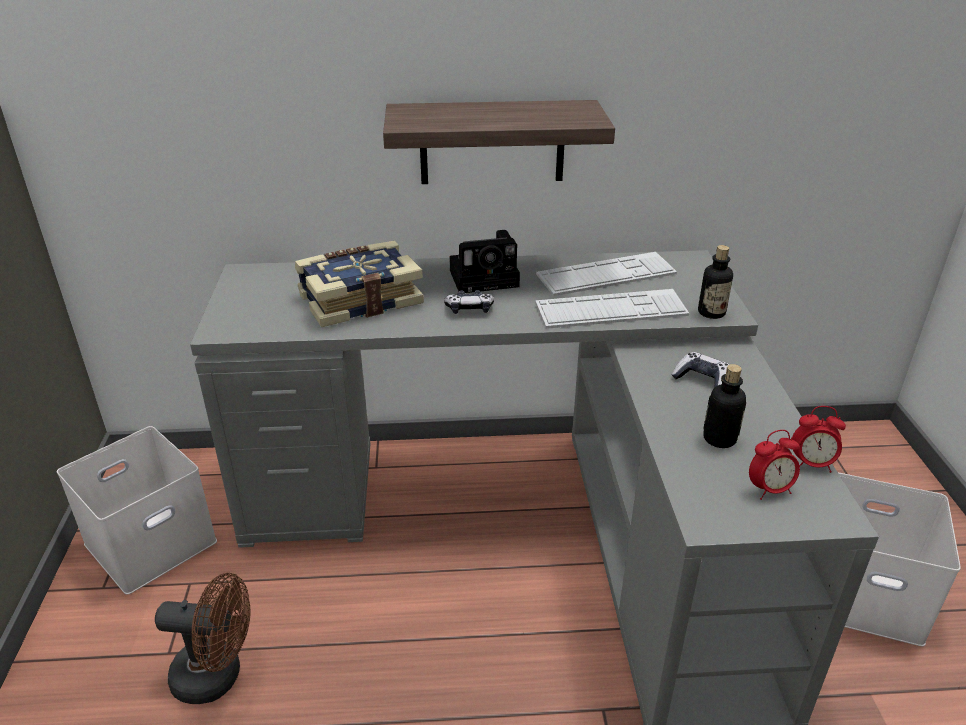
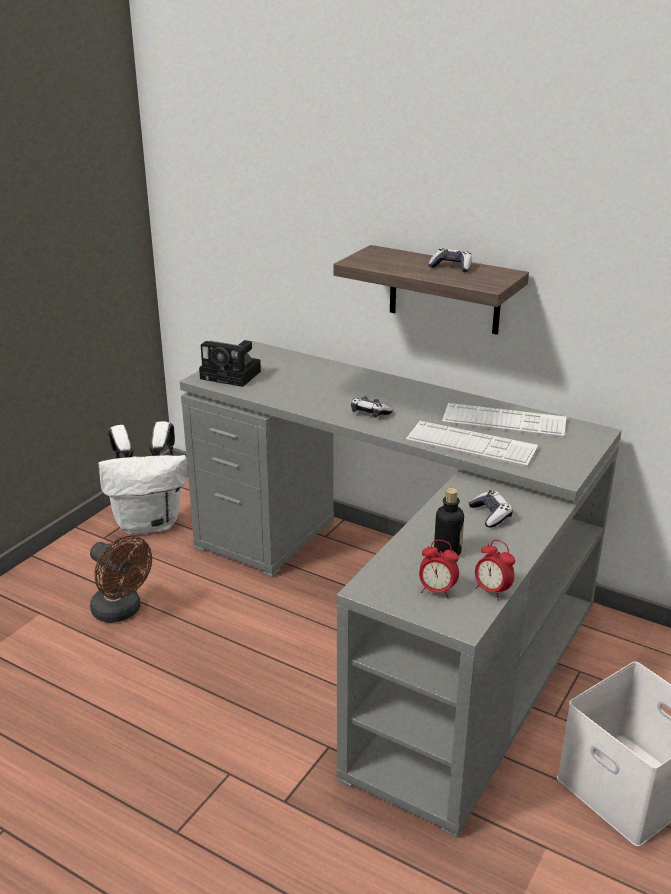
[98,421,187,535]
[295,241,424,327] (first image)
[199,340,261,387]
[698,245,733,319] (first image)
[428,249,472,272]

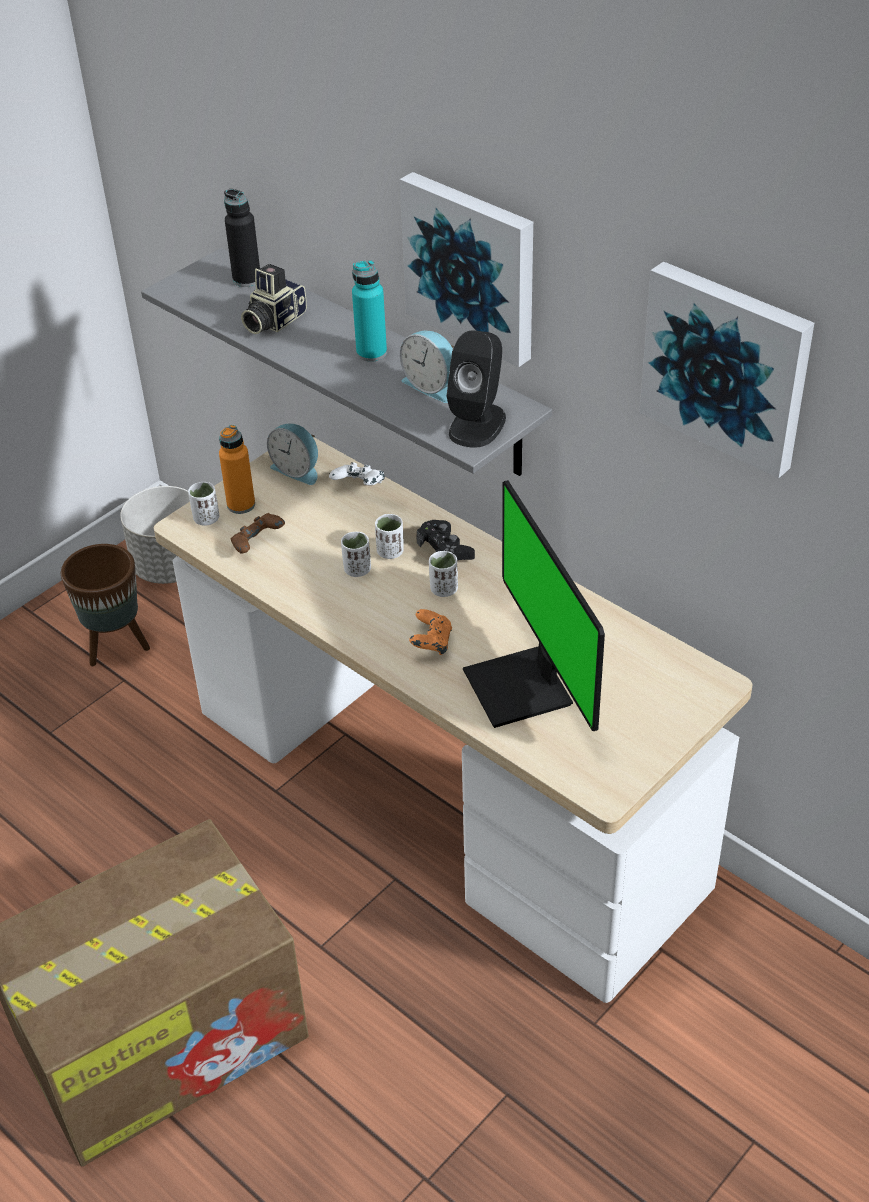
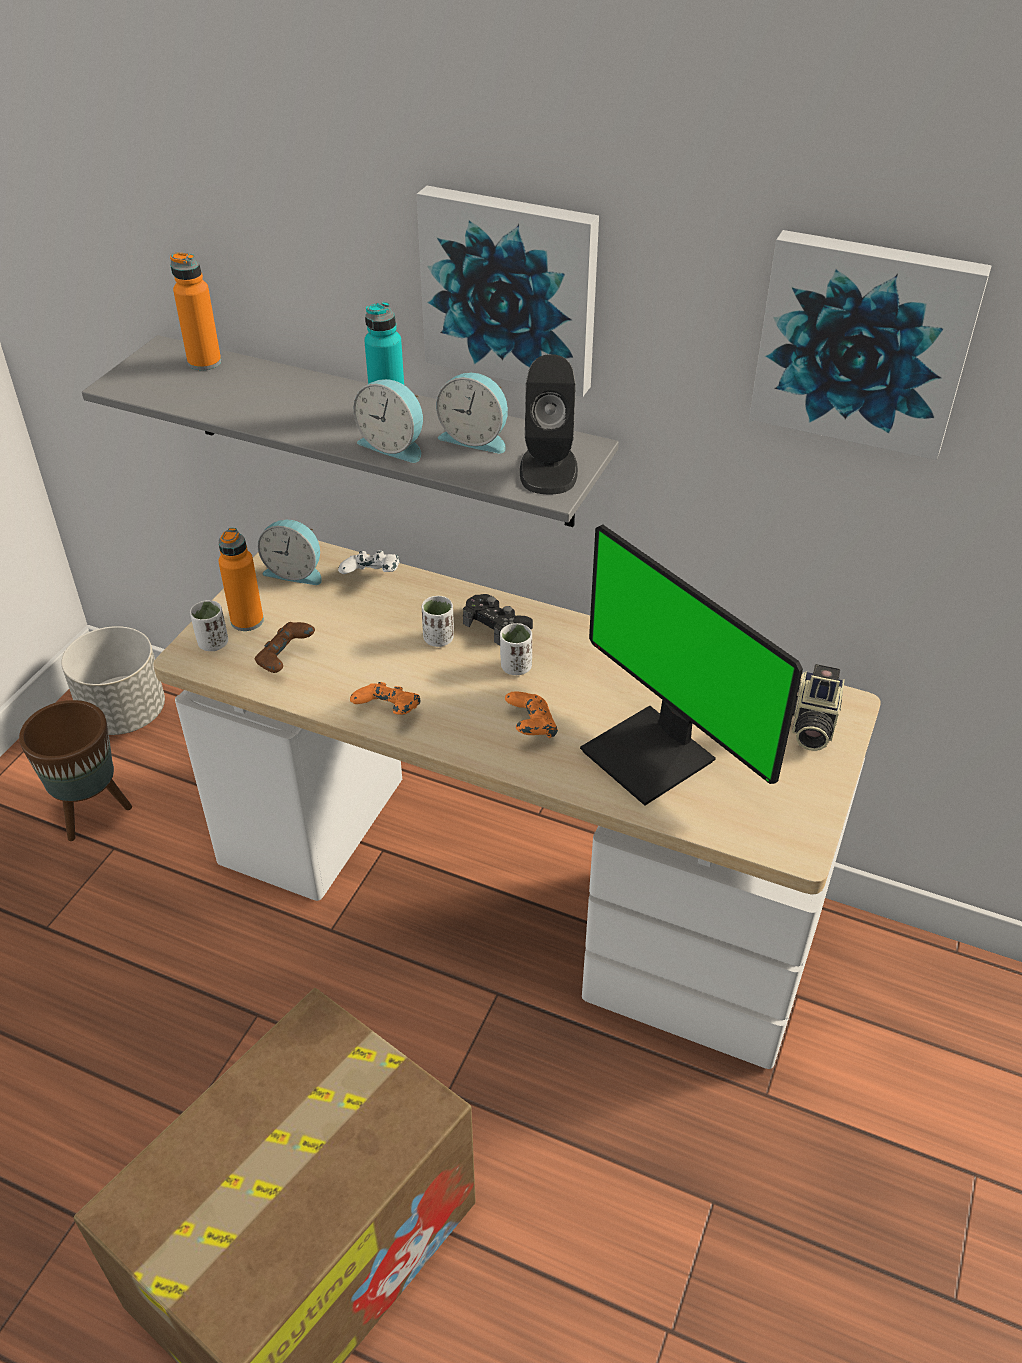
[170,253,221,370]
[792,664,845,751]
[341,532,371,577] (first image)
[350,682,420,715]
[353,379,423,463]

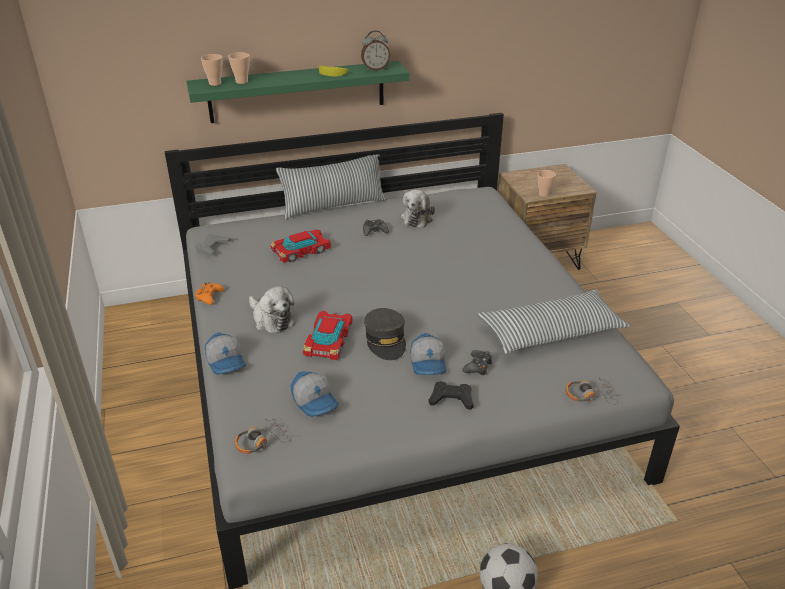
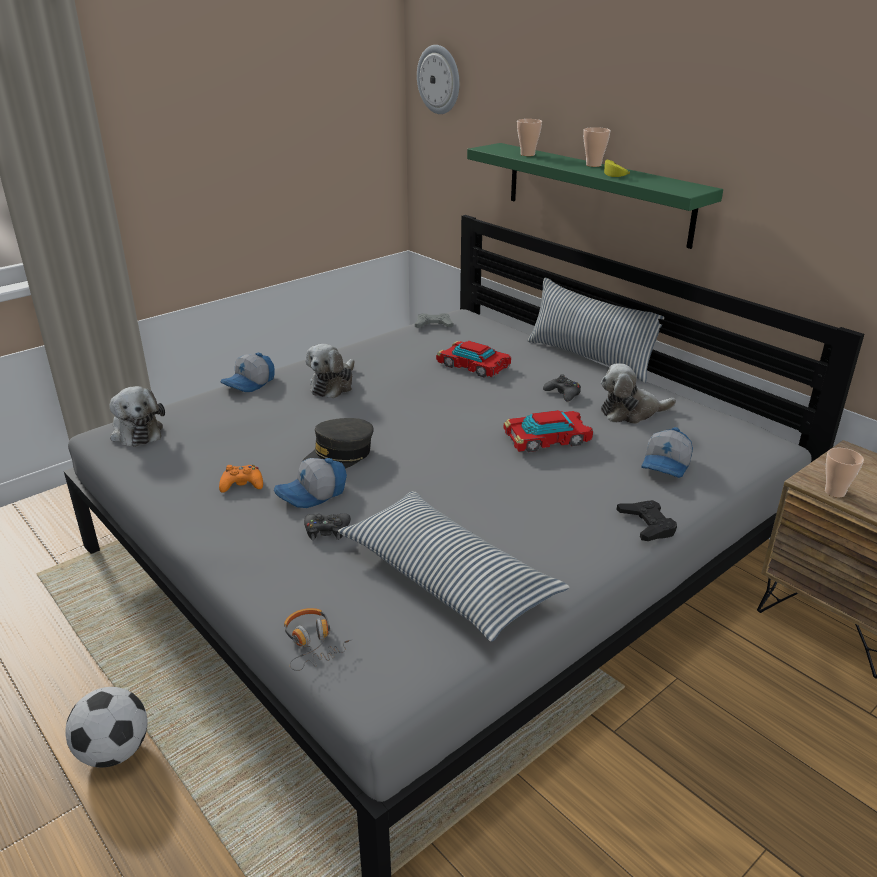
[219,465,263,493]
[583,127,611,167]
[109,386,165,447]
[641,427,693,478]
[504,410,593,452]
[361,30,390,71] (first image)
[617,500,677,541]
[417,45,460,114]

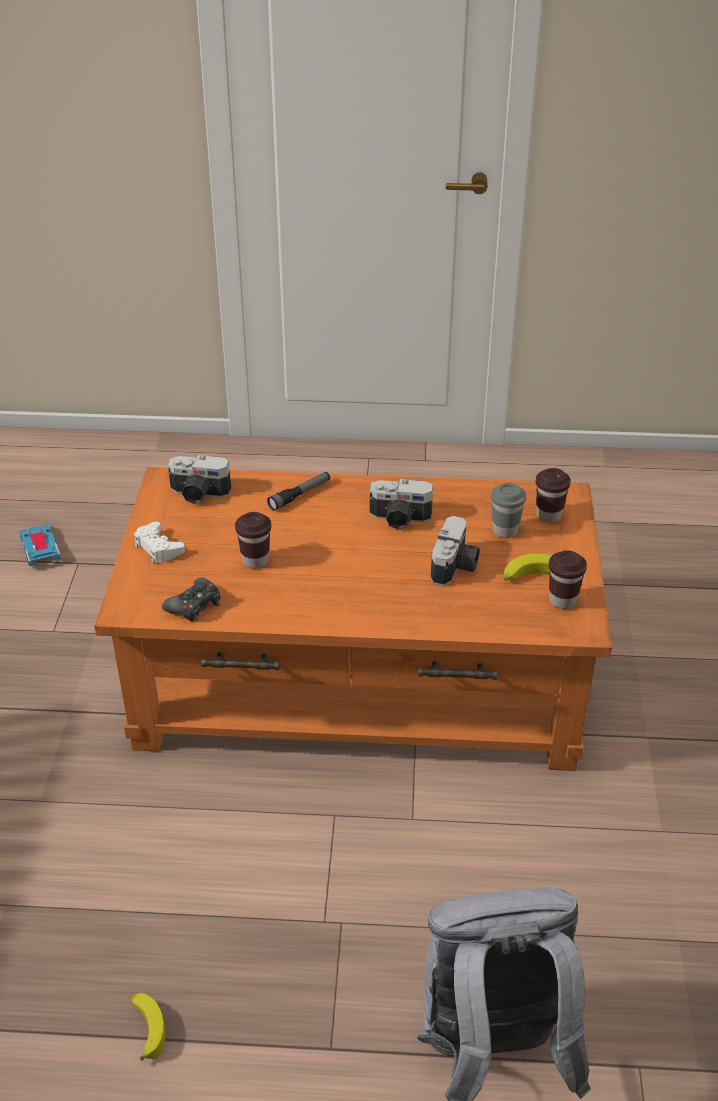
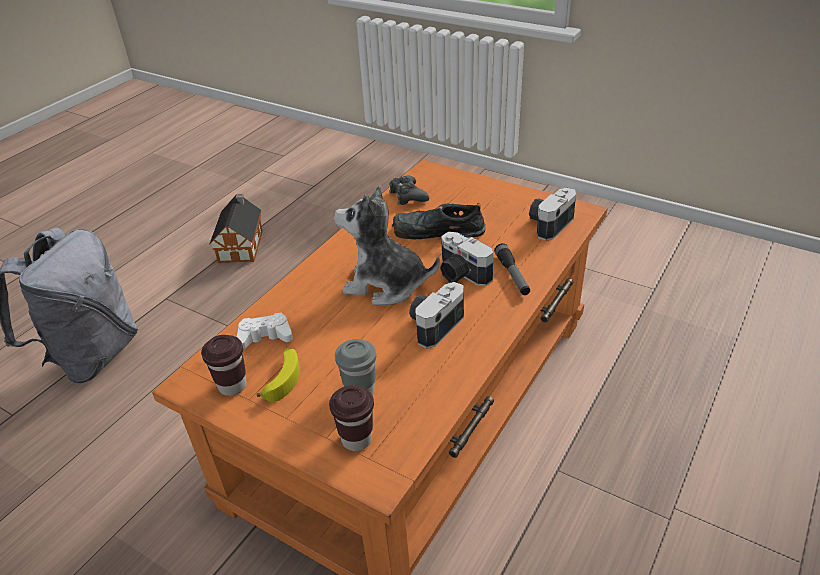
[19,524,61,566] (first image)
[209,194,262,263]
[237,313,293,350]
[392,203,486,239]
[440,232,493,286]
[334,186,440,305]

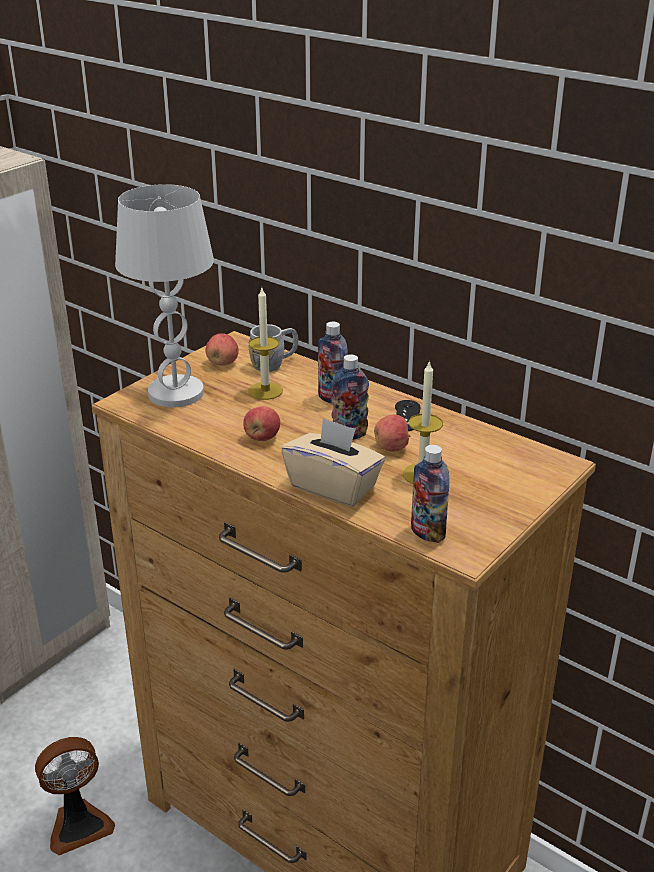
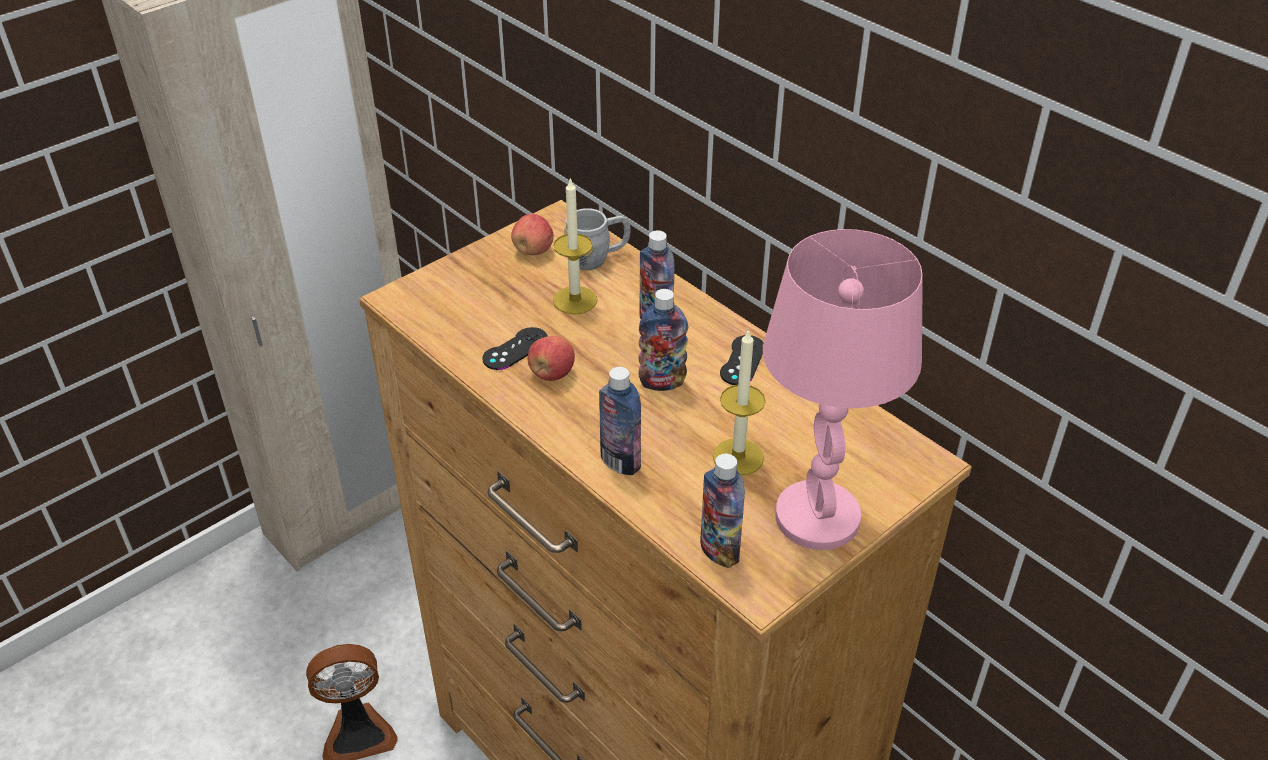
[115,184,214,408] (first image)
[599,367,641,475]
[374,415,411,452] (first image)
[482,327,548,370]
[763,229,923,550]

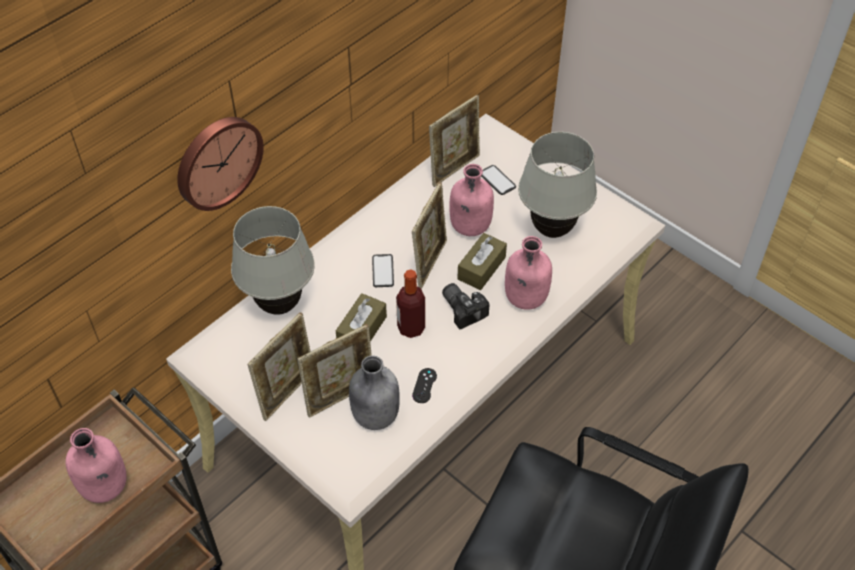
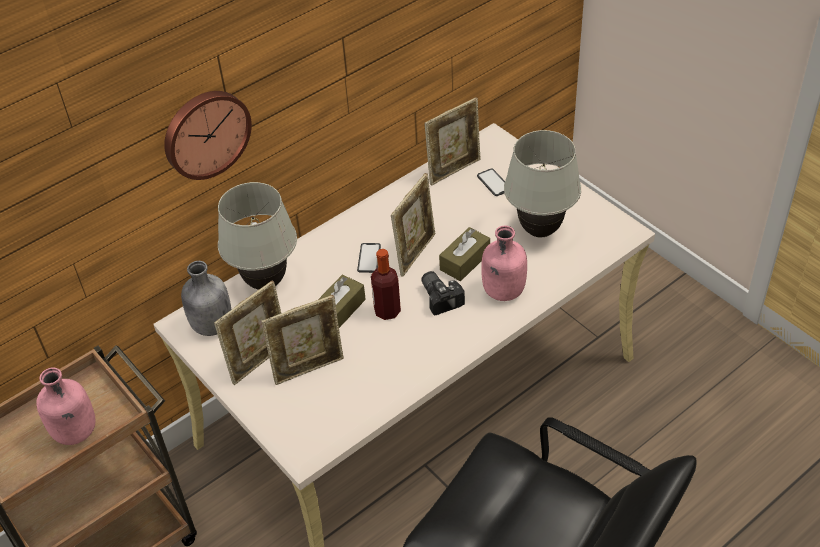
[181,261,231,336]
[412,368,437,403] (first image)
[449,164,494,236] (first image)

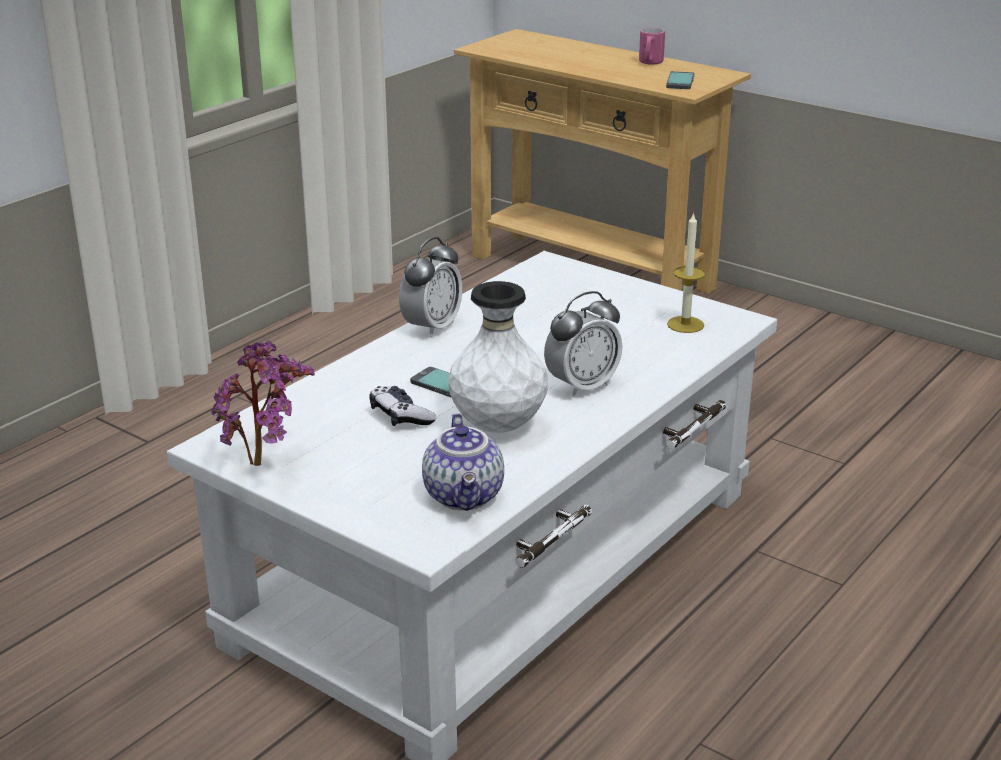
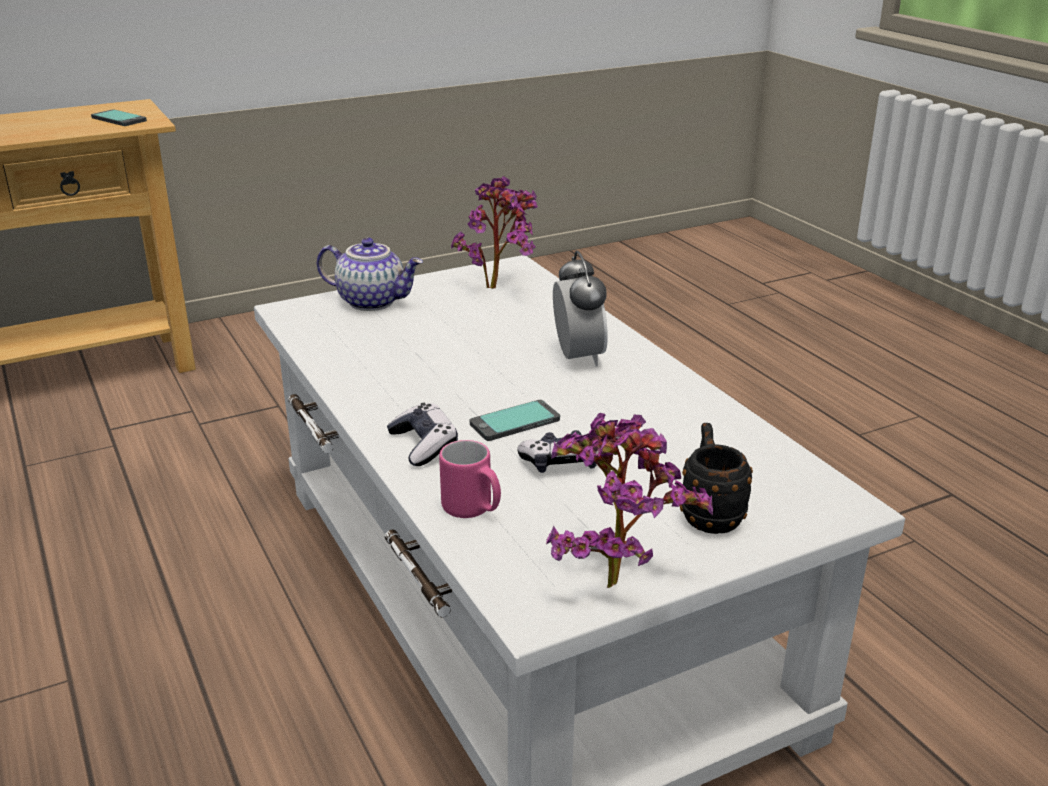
[399,237,462,338] (first image)
[317,238,423,311]
[449,281,548,433] (first image)
[439,440,501,518]
[451,176,538,289]
[387,402,458,466]
[680,423,753,534]

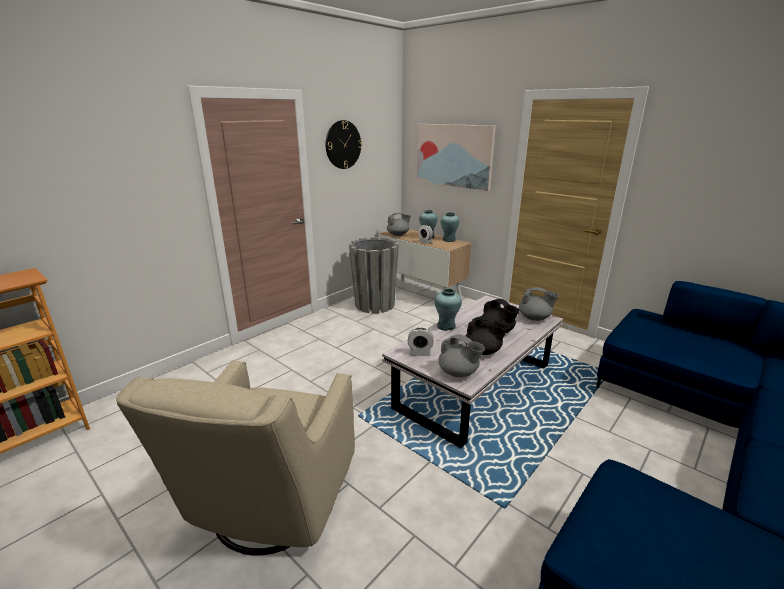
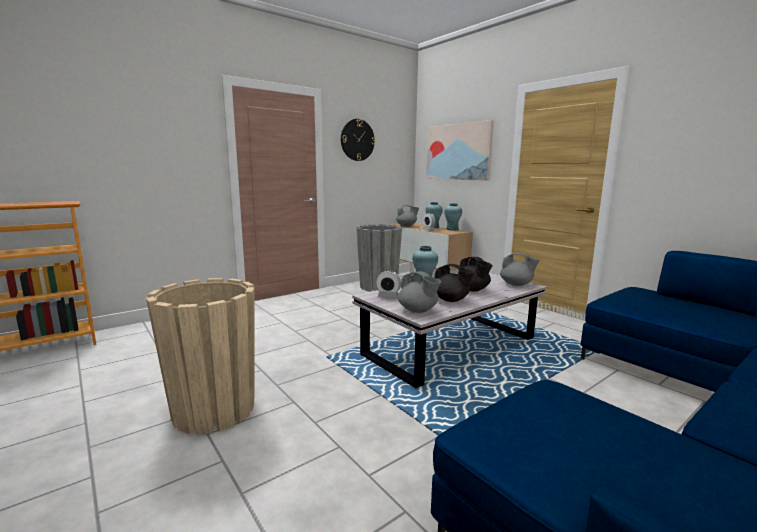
[146,278,255,435]

